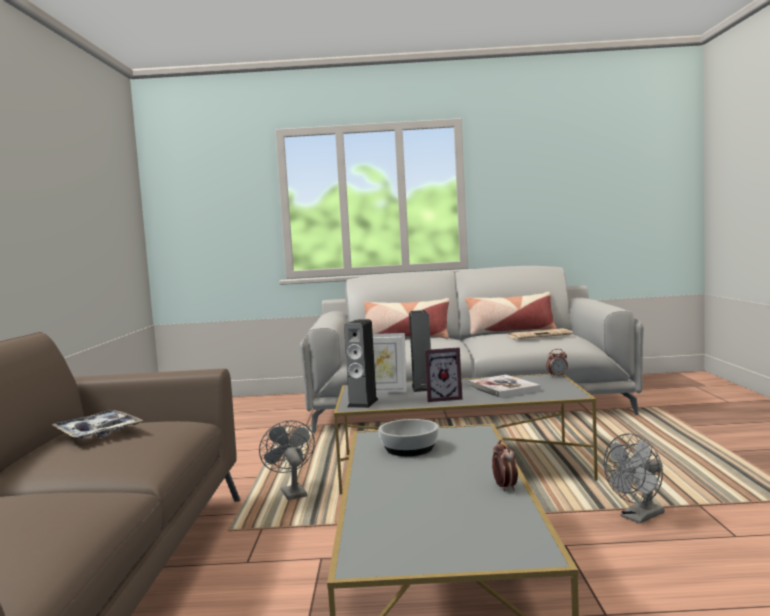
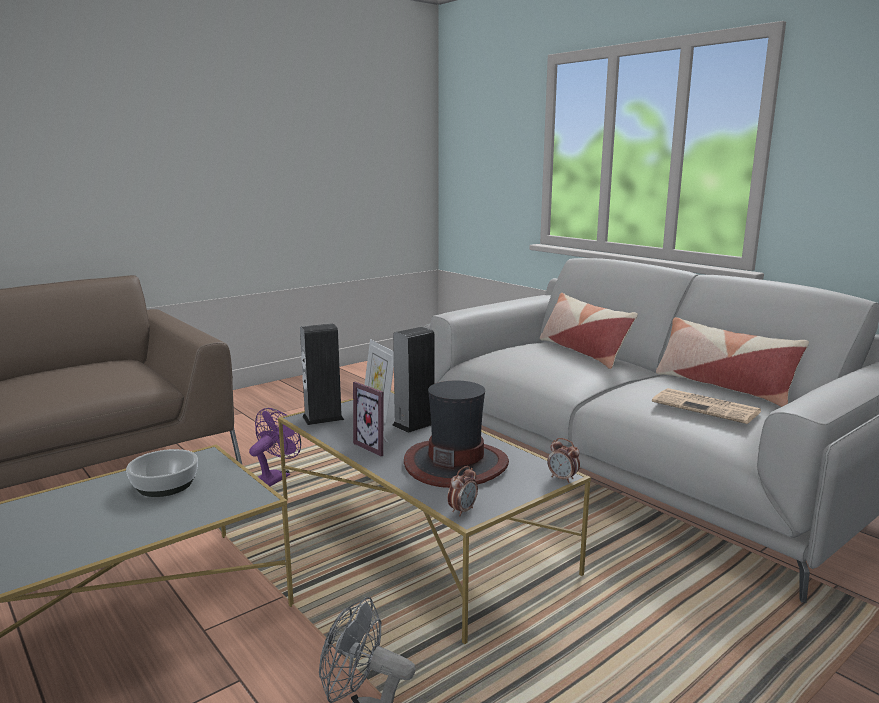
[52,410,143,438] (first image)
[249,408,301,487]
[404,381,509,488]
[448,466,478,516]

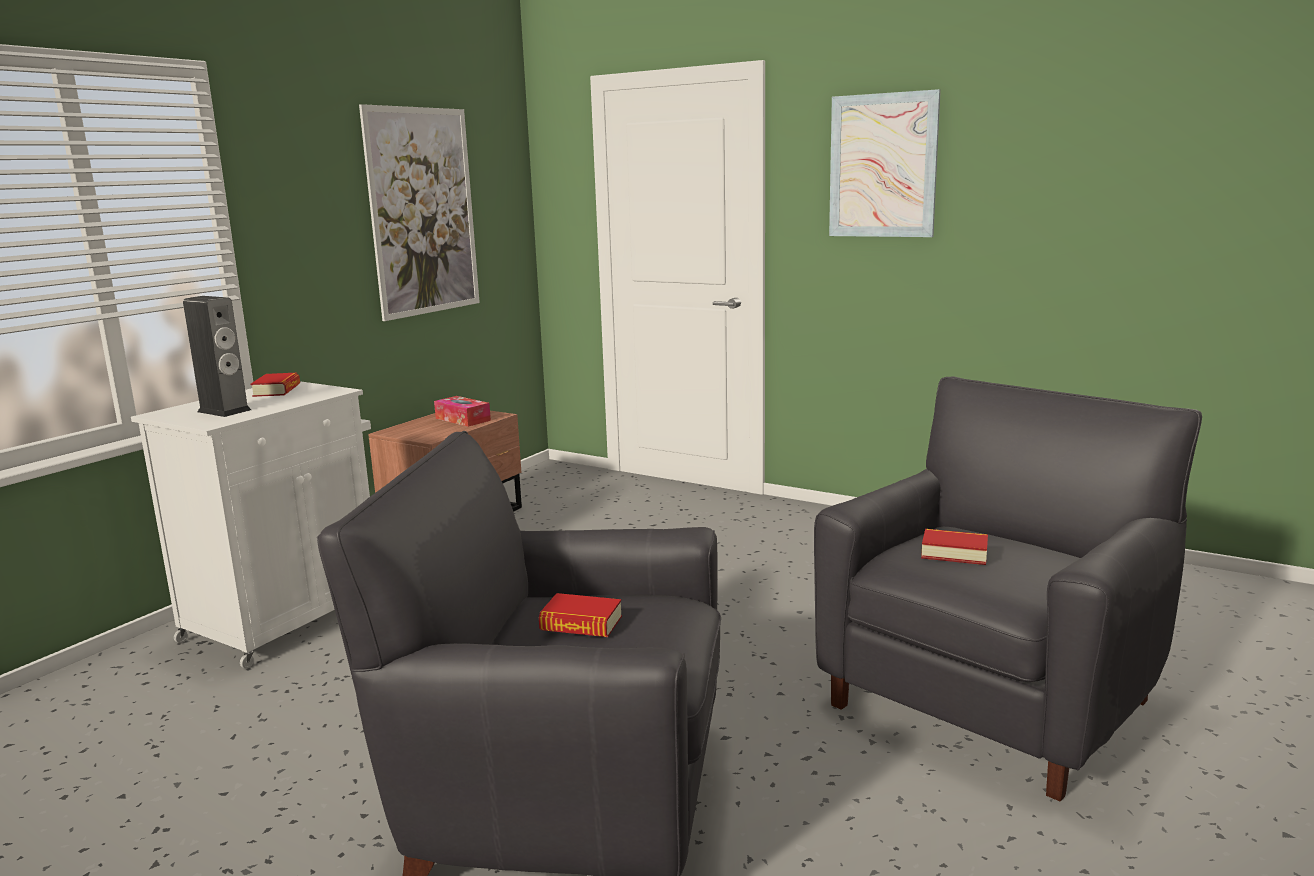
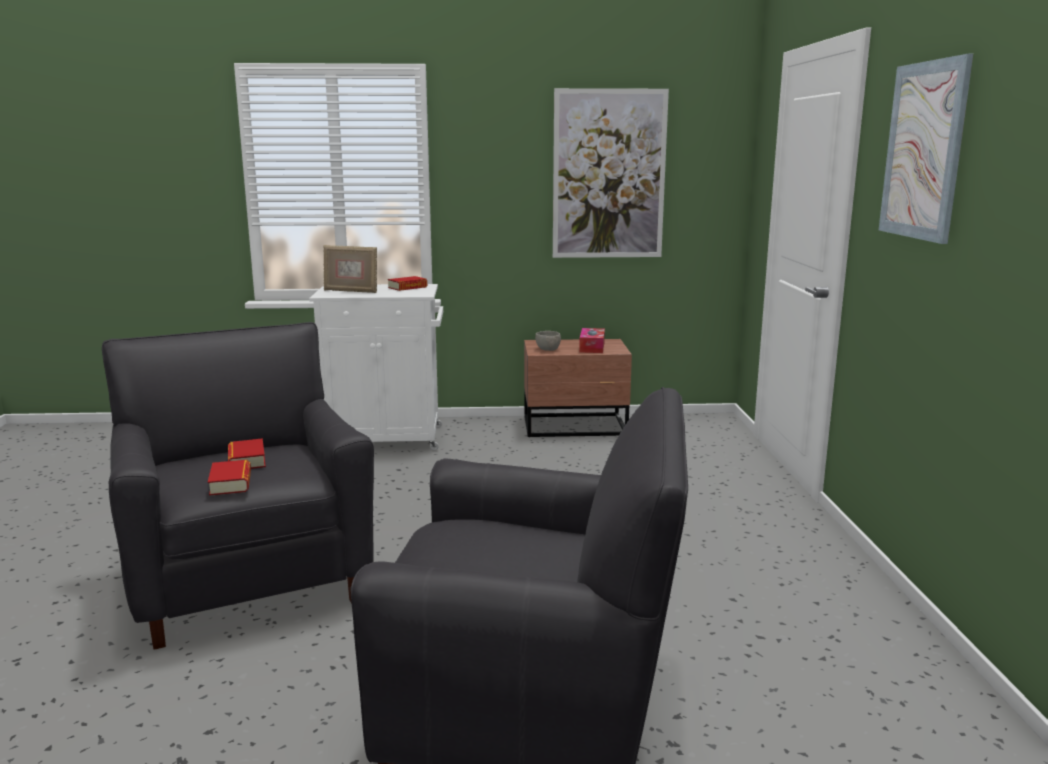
[323,245,377,293]
[208,460,251,496]
[535,331,561,351]

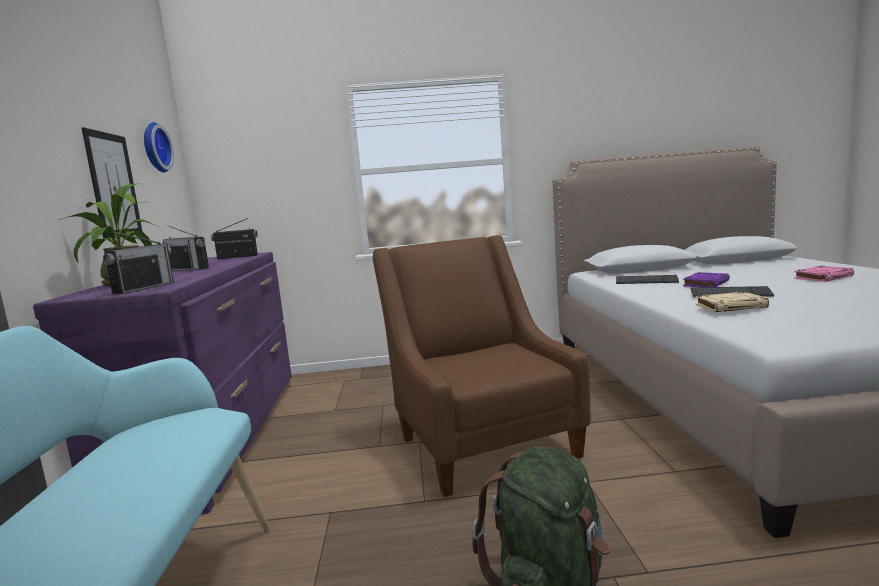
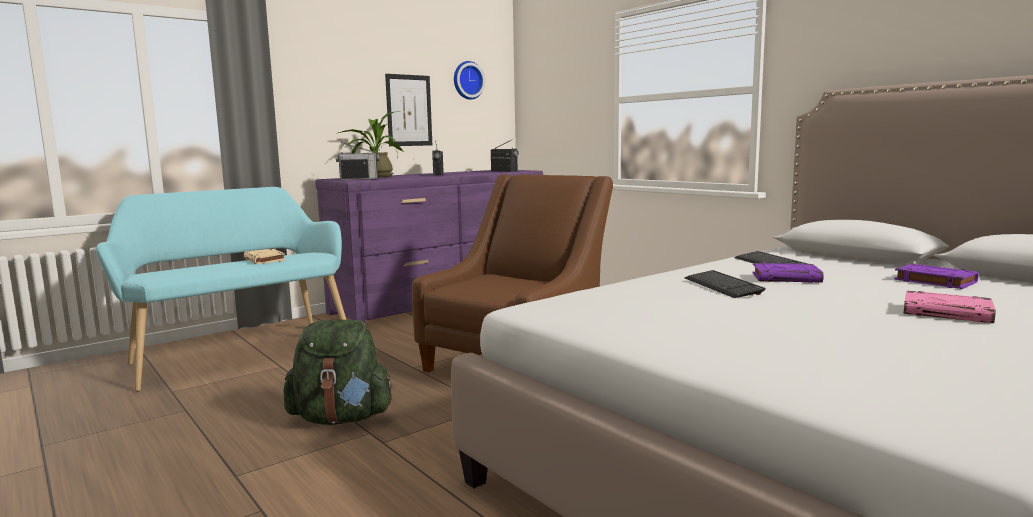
[244,248,286,264]
[894,264,979,289]

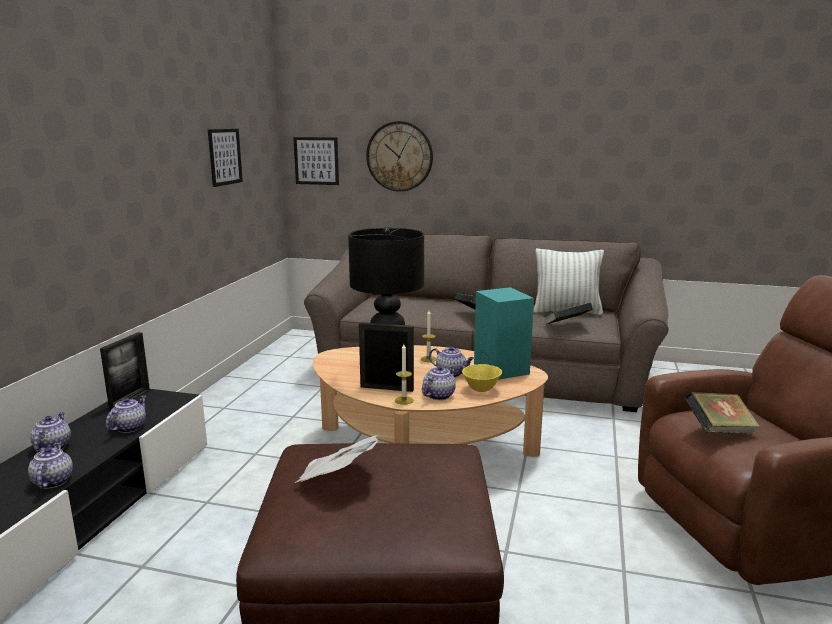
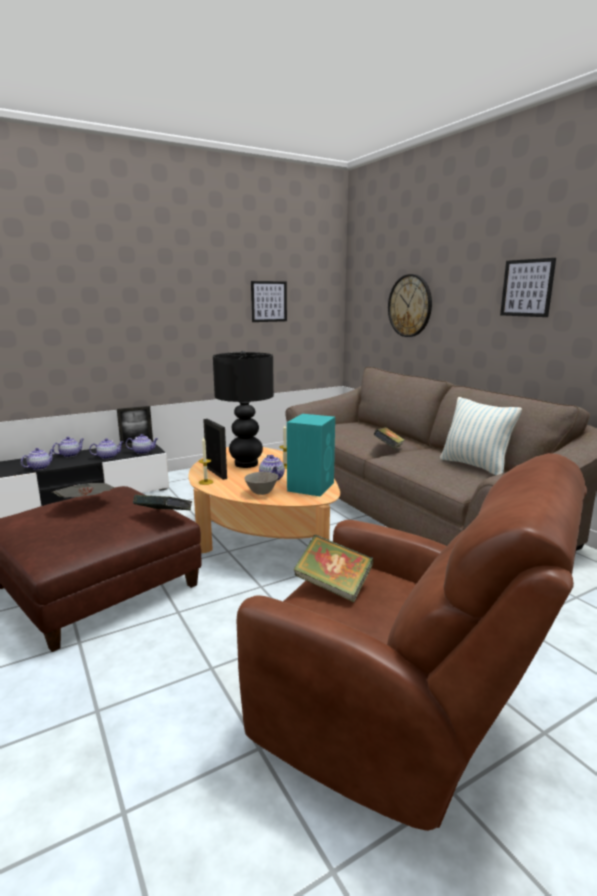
[500,258,556,317]
[126,434,158,454]
[244,472,279,495]
[133,495,193,510]

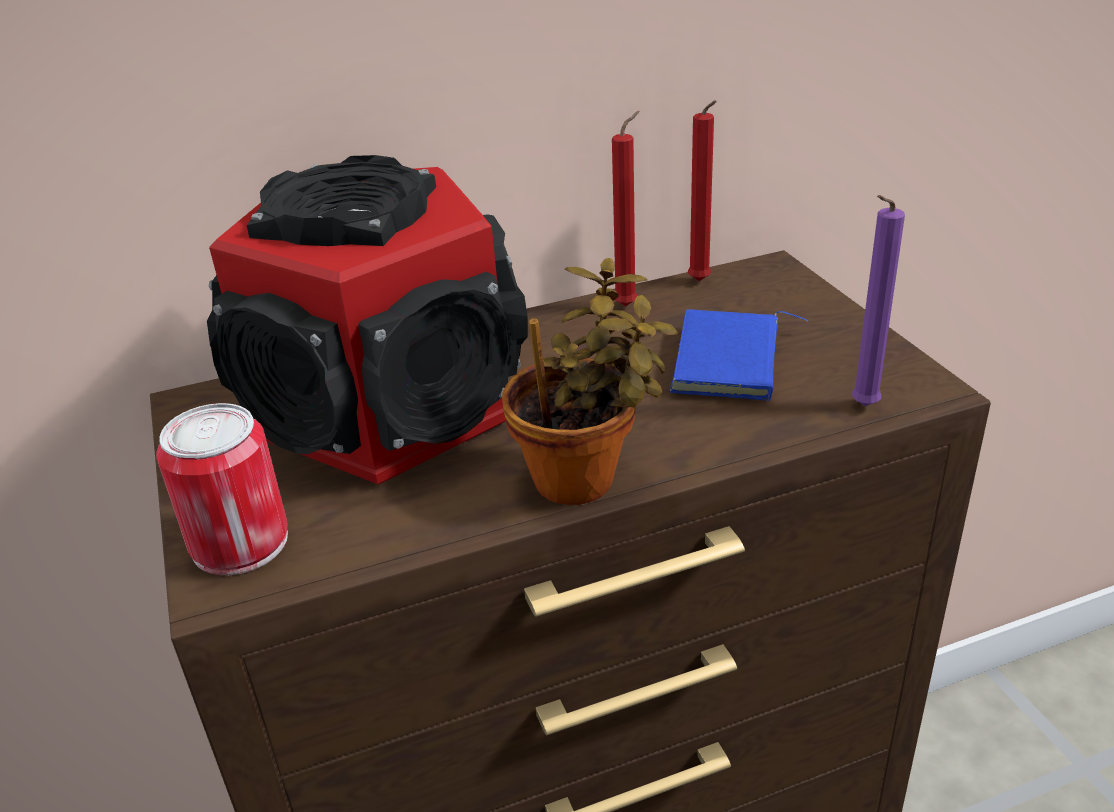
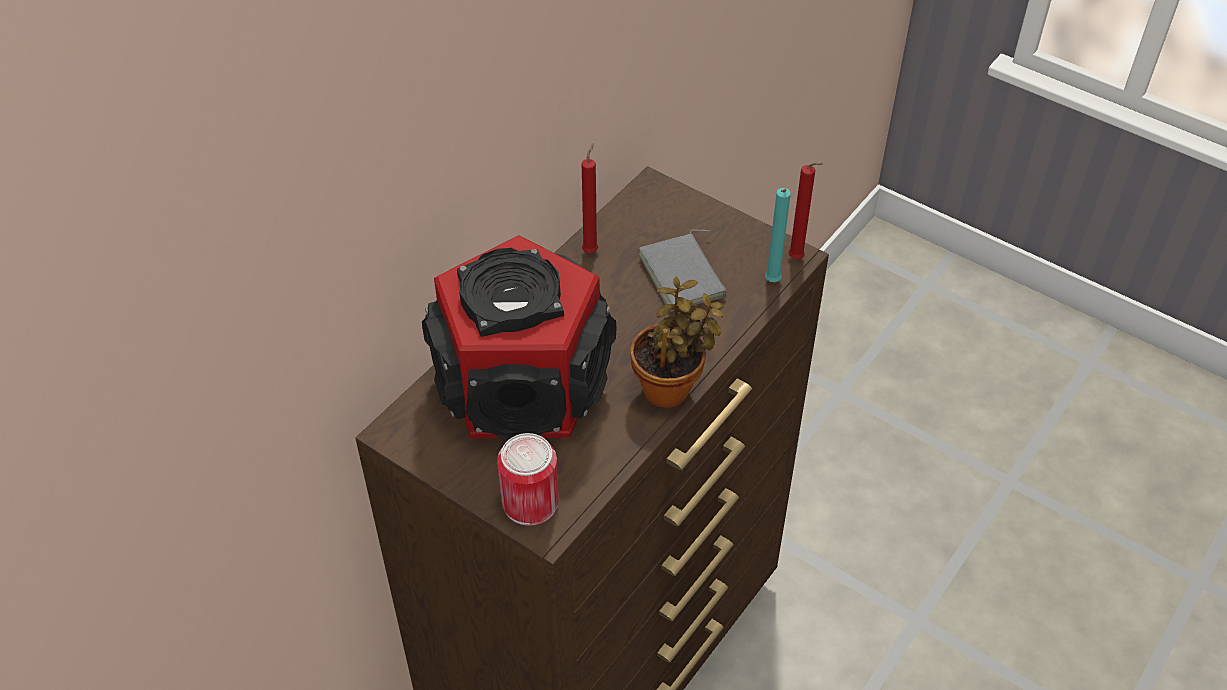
[639,229,726,312]
[788,162,823,259]
[765,188,791,282]

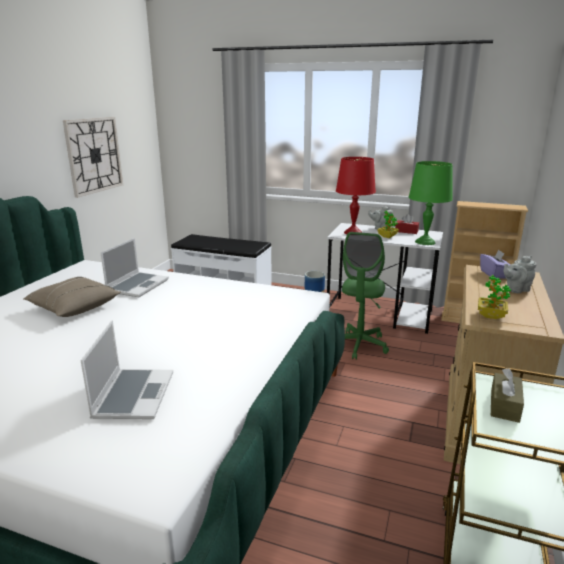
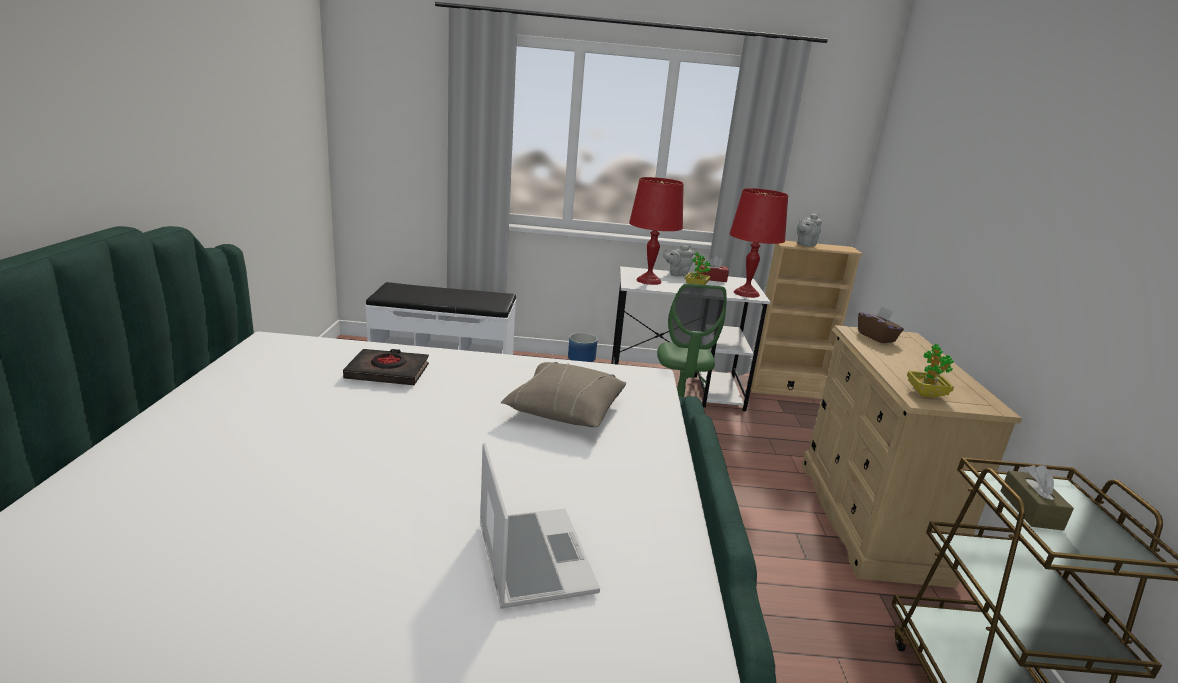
[500,362,626,427]
[63,117,123,198] (first image)
[343,349,429,385]
[729,188,788,298]
[858,306,904,343]
[797,214,822,247]

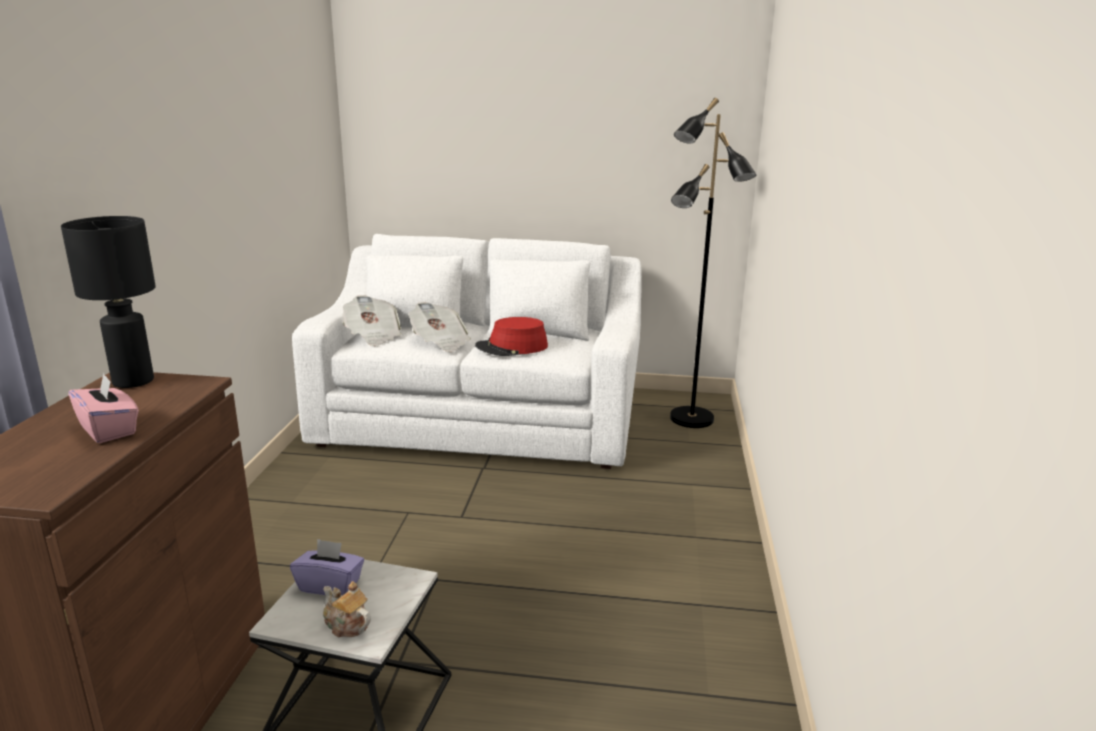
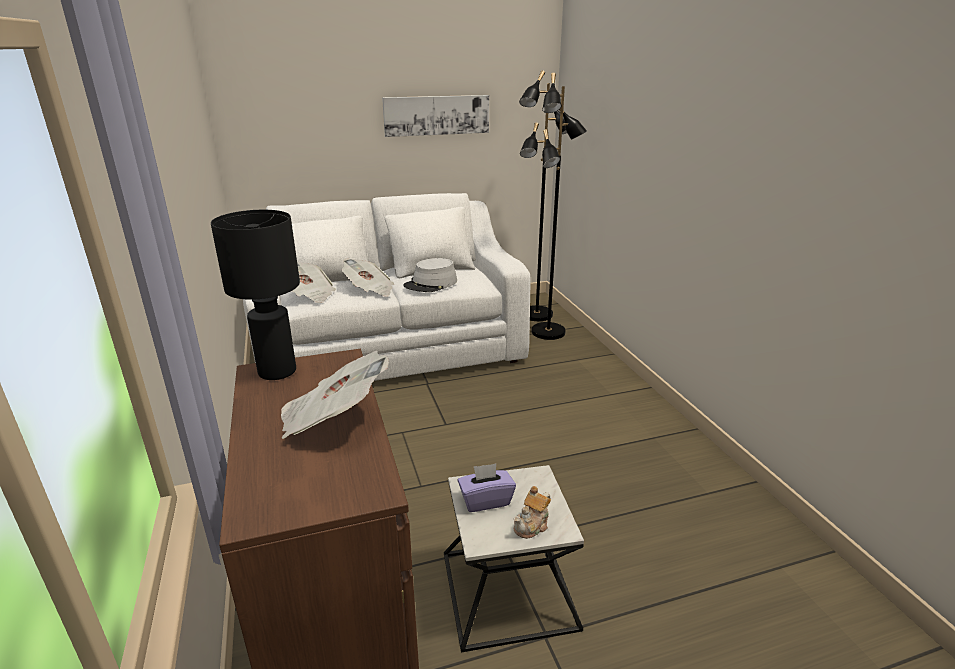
[281,351,389,439]
[514,486,551,539]
[404,258,457,292]
[382,95,489,137]
[531,73,587,340]

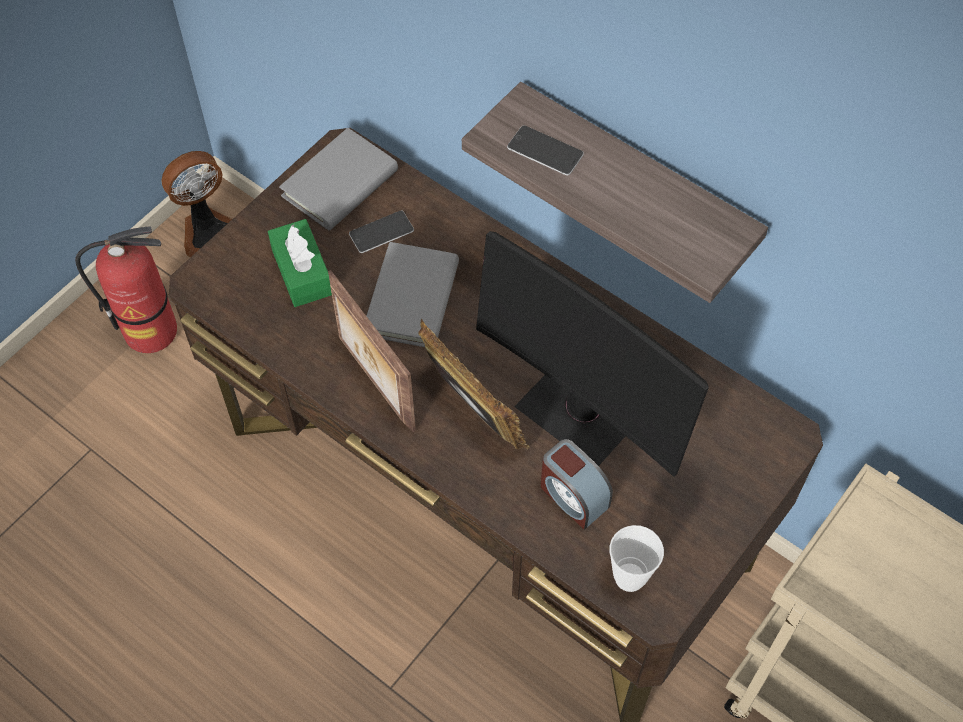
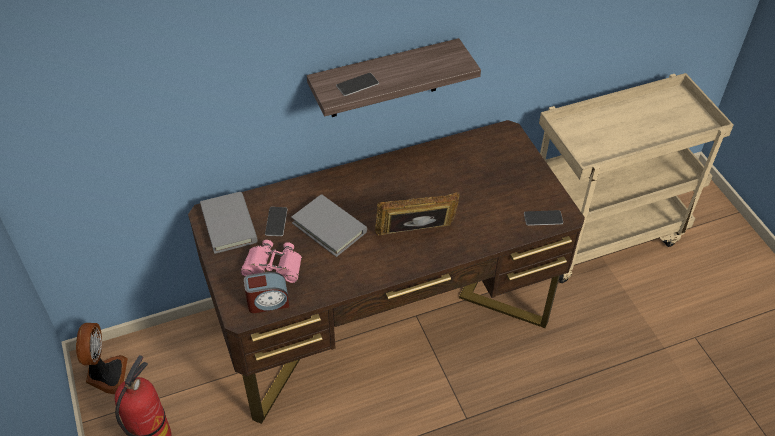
[241,240,302,283]
[328,270,416,432] (first image)
[476,231,709,477] (first image)
[244,272,290,313]
[524,210,563,226]

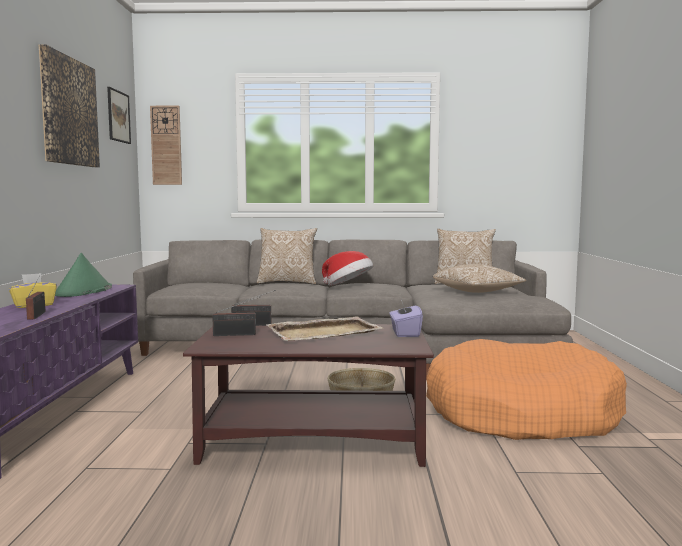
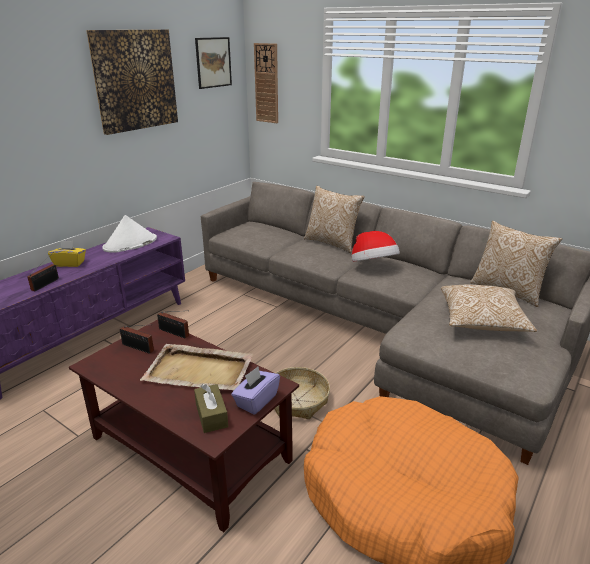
[102,215,157,253]
[194,384,228,433]

